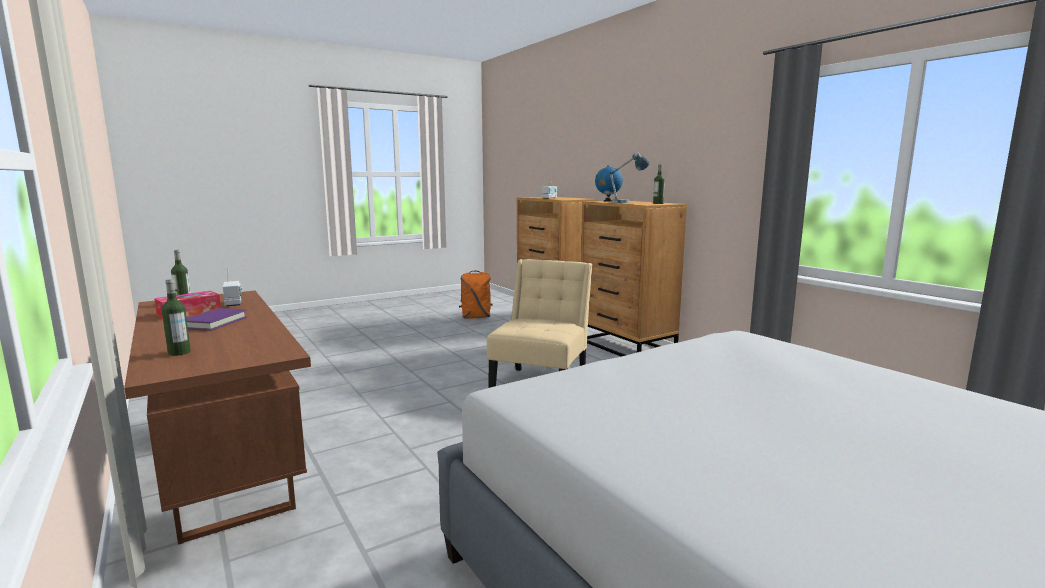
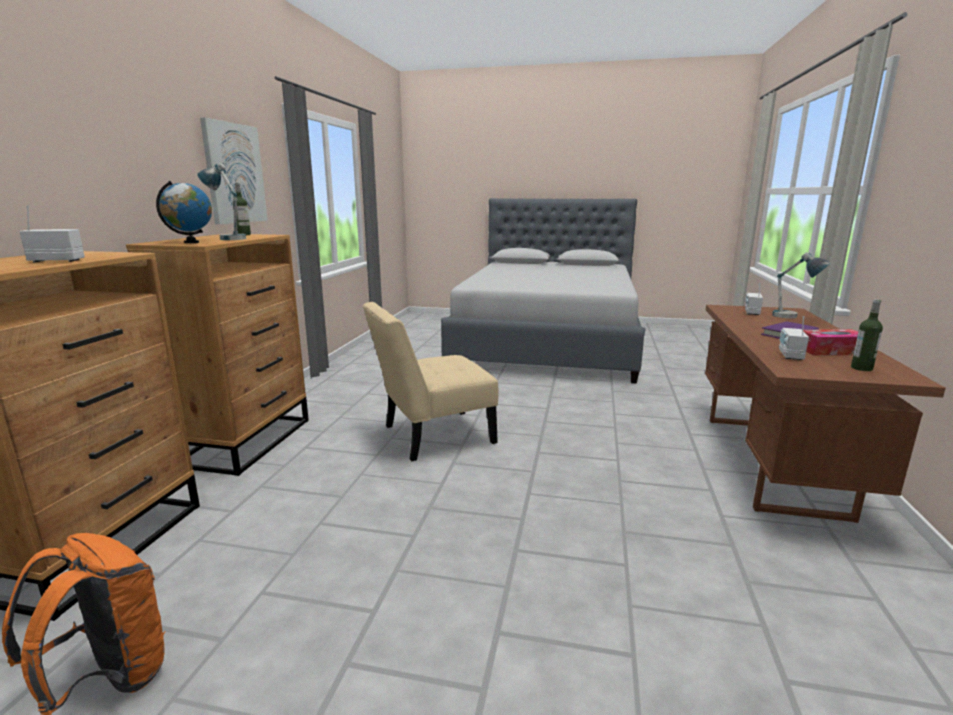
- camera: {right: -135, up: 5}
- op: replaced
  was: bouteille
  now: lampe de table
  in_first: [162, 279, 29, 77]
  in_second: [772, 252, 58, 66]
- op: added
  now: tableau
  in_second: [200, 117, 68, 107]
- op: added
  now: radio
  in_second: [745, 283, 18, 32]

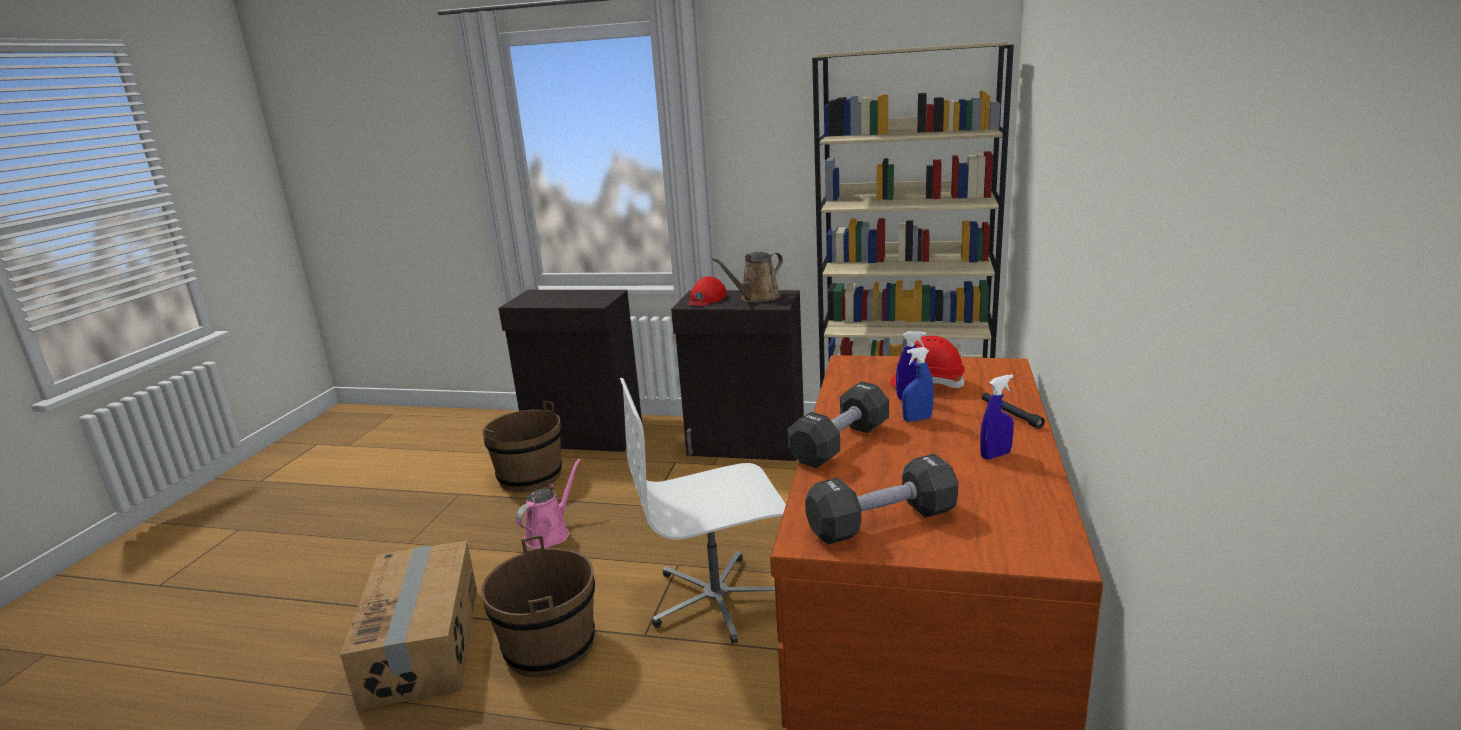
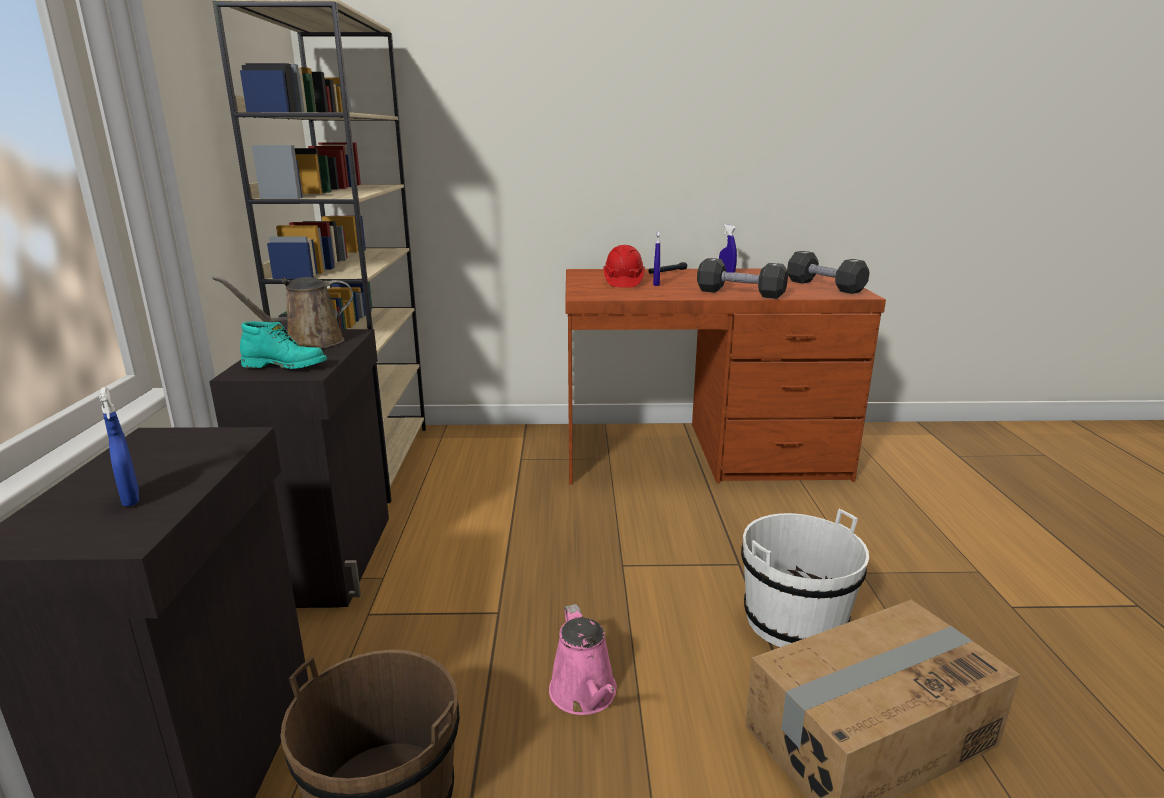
- camera: {right: -105, up: 0}
- op: recoloured
  was: seau (marron)
  now: seau (blanc)
  in_first: [481, 535, 114, 143]
  in_second: [741, 509, 128, 138]
- op: turned
  was: arrosoir (rose)
  in_first: [516, 459, 65, 90]
  in_second: [549, 604, 68, 111]
  clockwise: -120
- op: removed
  was: chaise de bureau (blanc)
  in_first: [620, 378, 166, 266]
- op: replaced
  was: casquette (rouge)
  now: botte (turquoise)
  in_first: [687, 276, 39, 30]
  in_second: [240, 322, 87, 47]
- op: turned
  was: arrosoir (marron)
  in_first: [712, 252, 71, 51]
  in_second: [212, 276, 141, 72]
  clockwise: 120
- op: moved
  was: vaporisateur (bleu)
  in_first: [902, 347, 32, 75]
  in_second: [99, 387, 40, 120]

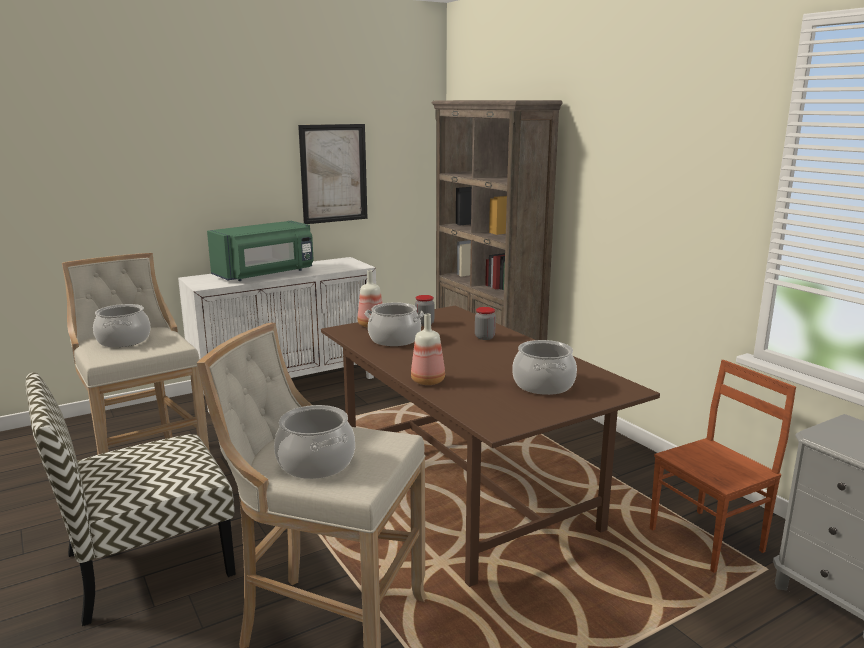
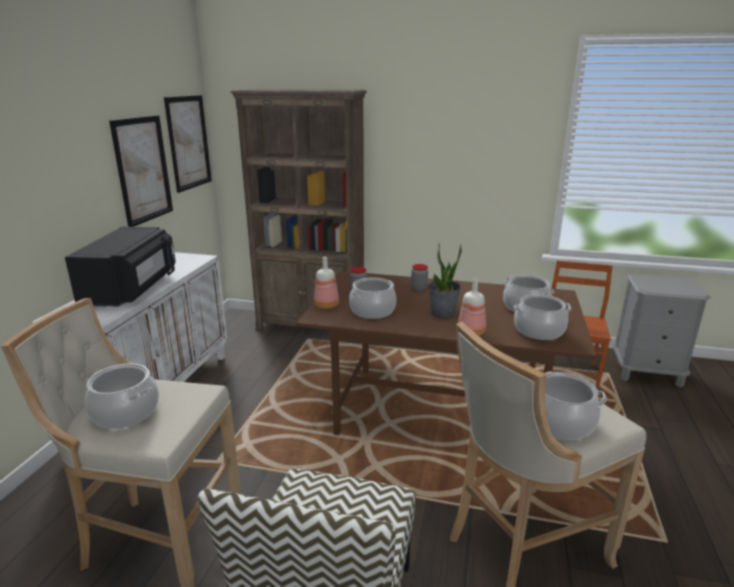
- camera: {right: -45, up: 5}
- op: recoloured
  was: micro-ondes (vert)
  now: micro-ondes (noir)
  in_first: [207, 221, 107, 60]
  in_second: [65, 227, 111, 80]
- op: added
  now: tableau
  in_second: [164, 95, 48, 98]
- op: added
  now: plante en pot
  in_second: [428, 244, 34, 74]
- op: added
  now: marmite
  in_second: [513, 294, 58, 46]

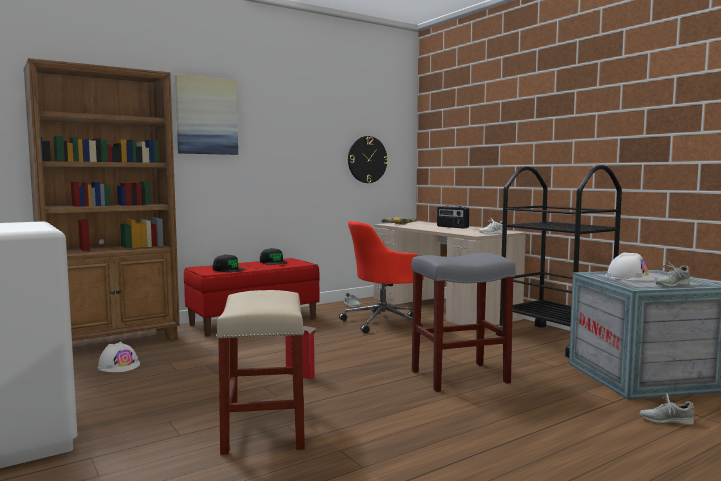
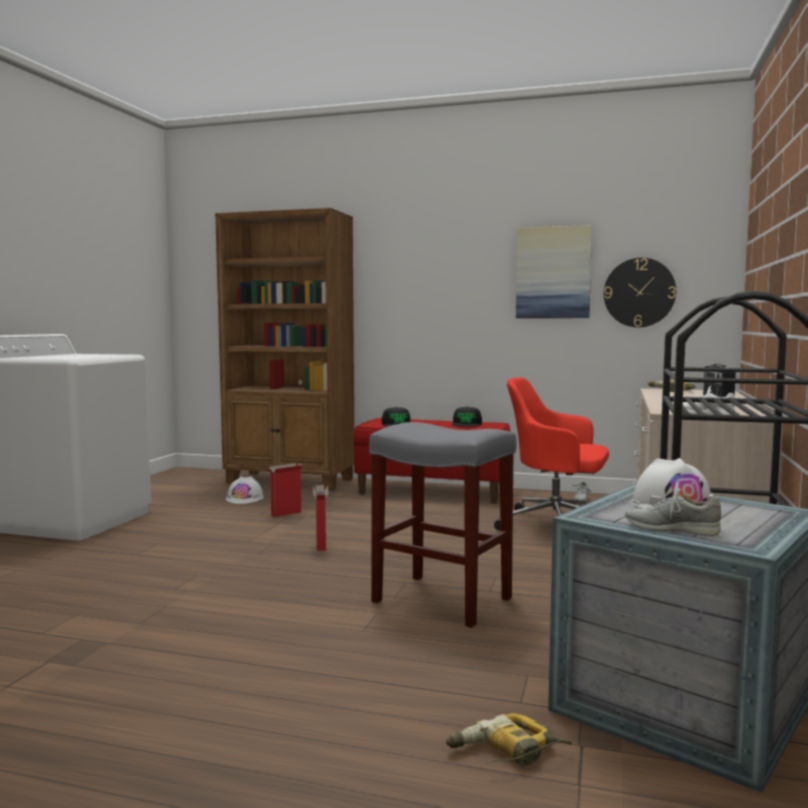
- camera: {right: 50, up: 0}
- op: moved
  was: tableau
  in_first: [175, 74, 63, 81]
  in_second: [516, 225, 76, 93]
- op: removed
  was: tabouret (beige)
  in_first: [216, 290, 89, 165]
- op: replaced
  was: chaussure (gris)
  now: perceuse
  in_first: [639, 394, 56, 31]
  in_second: [446, 713, 126, 54]
- op: added
  now: carton
  in_second: [267, 463, 36, 54]

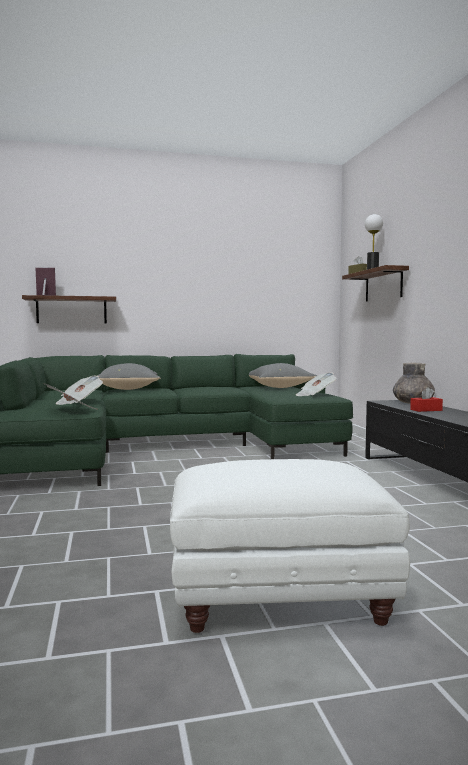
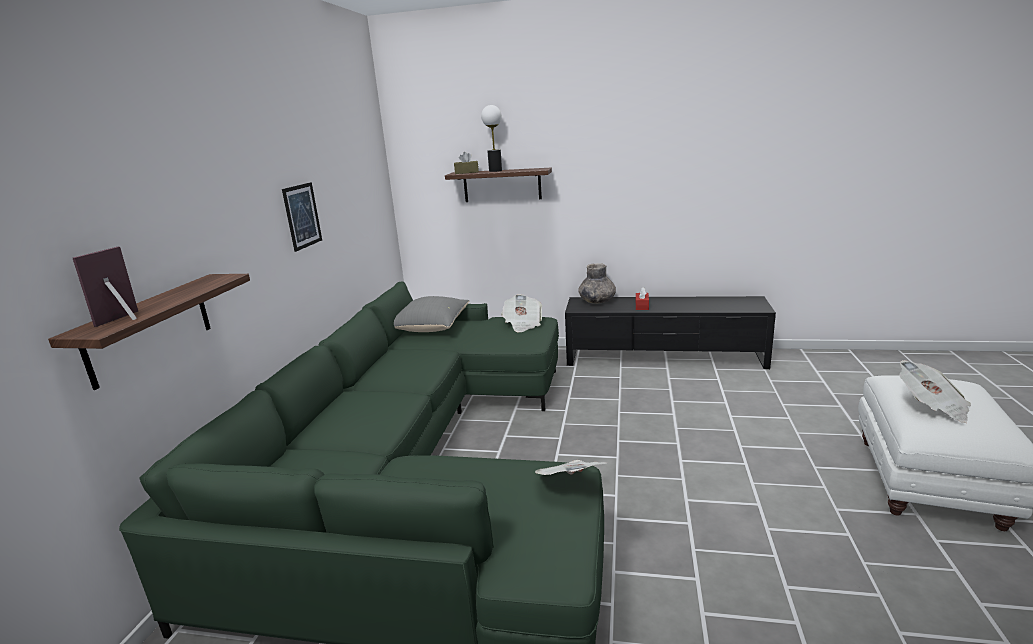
- camera: {right: -65, up: 15}
- op: moved
  was: journal
  in_first: [56, 376, 47, 29]
  in_second: [899, 360, 72, 63]
- op: removed
  was: coussin (gris)
  in_first: [97, 363, 64, 27]
- op: added
  now: tableau
  in_second: [282, 182, 40, 70]

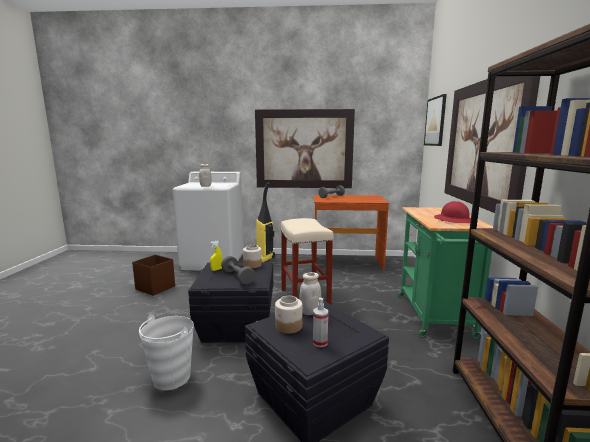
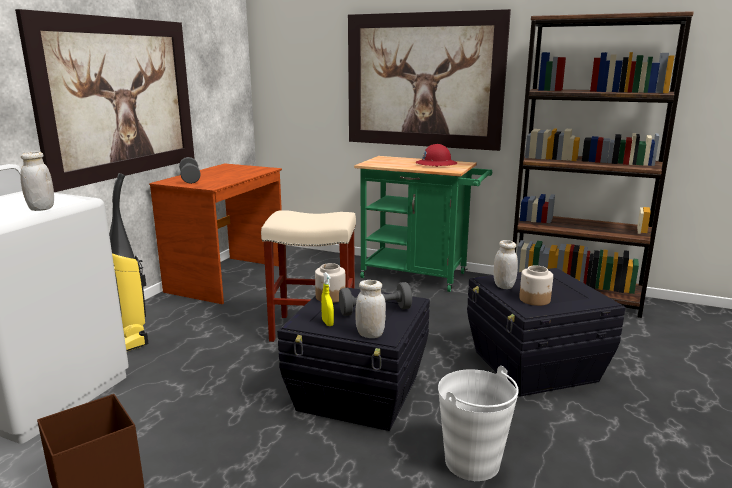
- camera: {right: -70, up: 5}
- op: removed
  was: vaporisateur
  in_first: [313, 298, 15, 49]
- op: removed
  was: tableau
  in_first: [424, 94, 23, 52]
- op: added
  now: bocal (blanc)
  in_second: [355, 280, 31, 58]

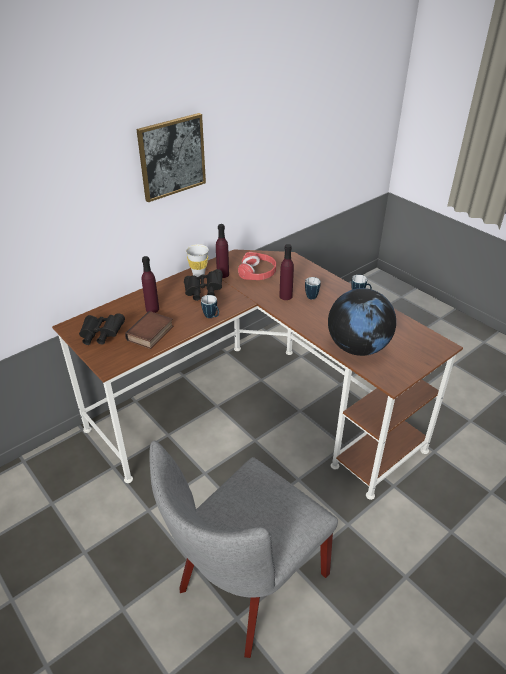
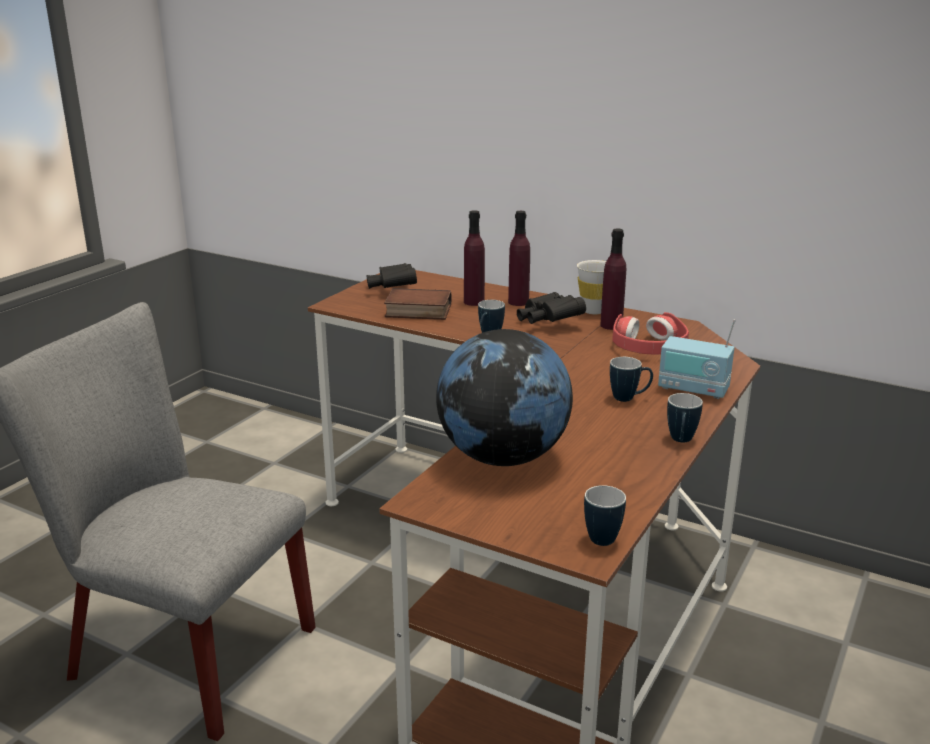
- camera: {right: 70, up: -15}
- op: removed
  was: tableau
  in_first: [136, 113, 70, 89]
- op: moved
  was: bouteille (violet)
  in_first: [279, 244, 15, 56]
  in_second: [508, 211, 22, 95]
- op: added
  now: mug
  in_second: [584, 485, 42, 61]
- op: added
  now: radio
  in_second: [658, 319, 78, 80]

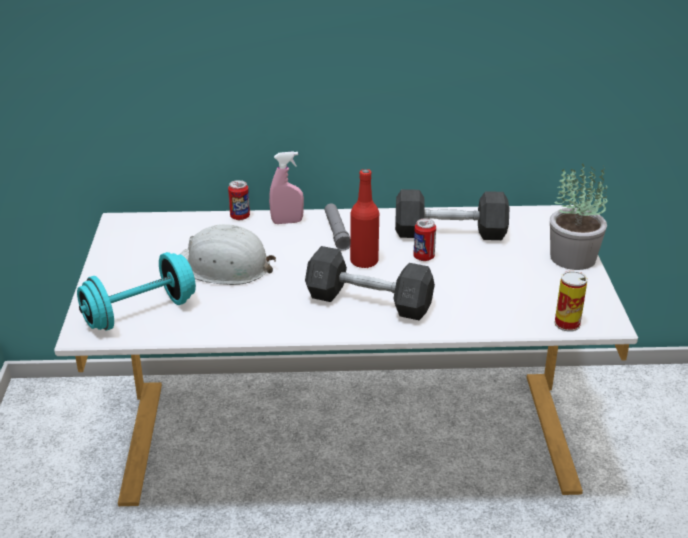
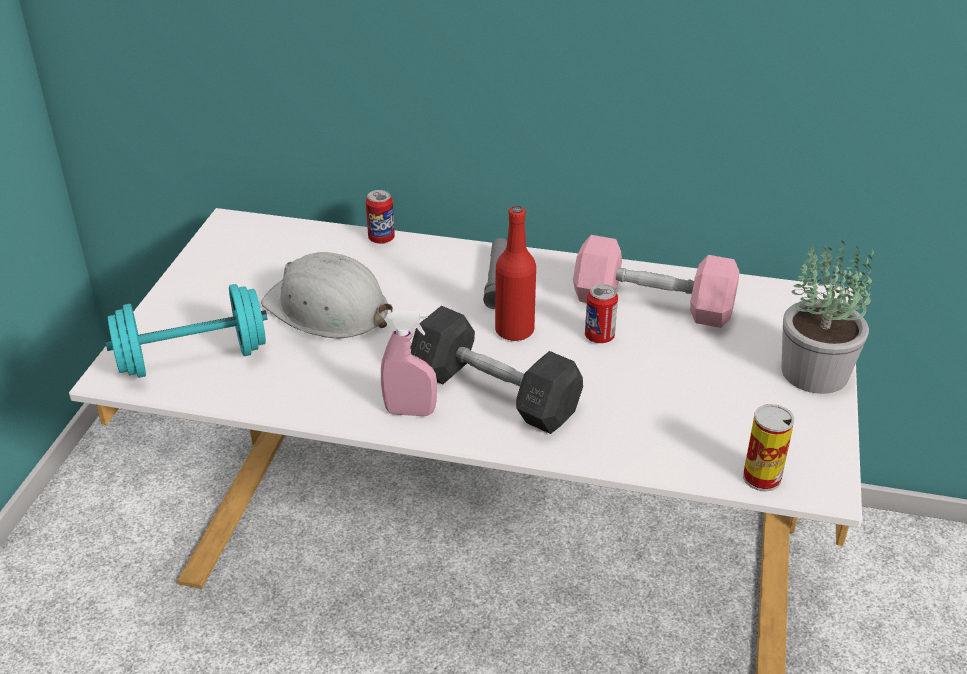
- camera: {right: 15, up: 5}
- op: moved
  was: vaporisateur (rose)
  in_first: [269, 151, 35, 73]
  in_second: [381, 310, 56, 106]
- op: recoloured
  was: haltère (gris)
  now: haltère (rose)
  in_first: [395, 189, 114, 51]
  in_second: [573, 235, 166, 93]

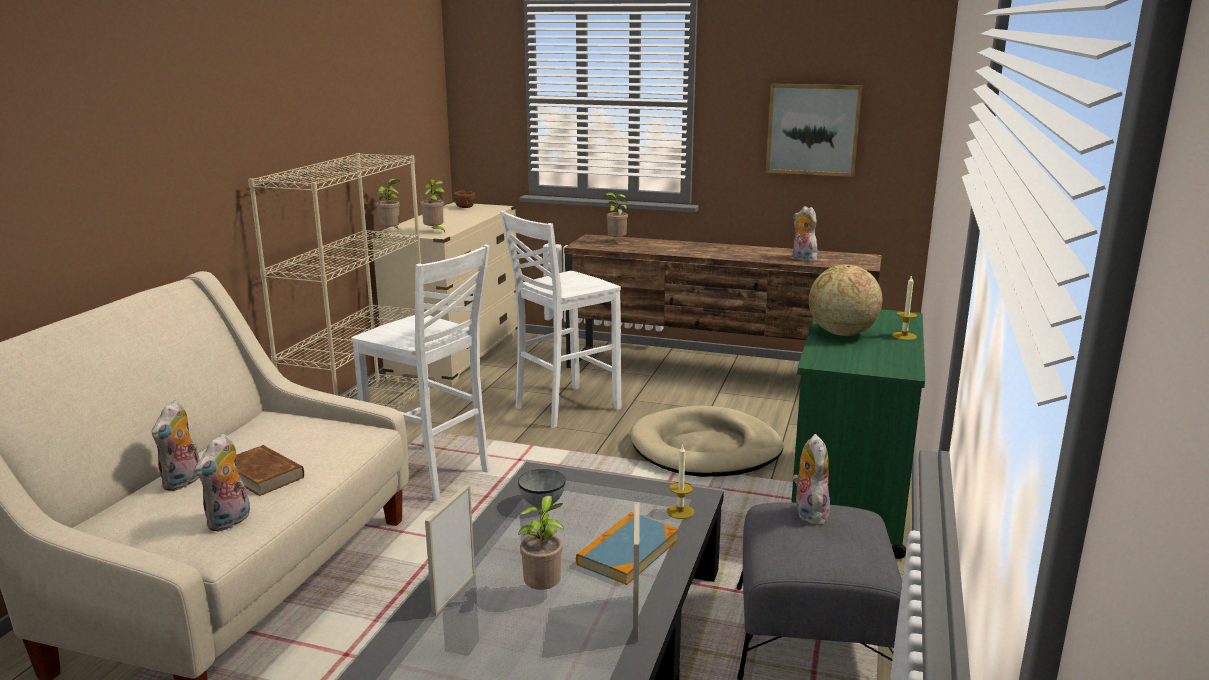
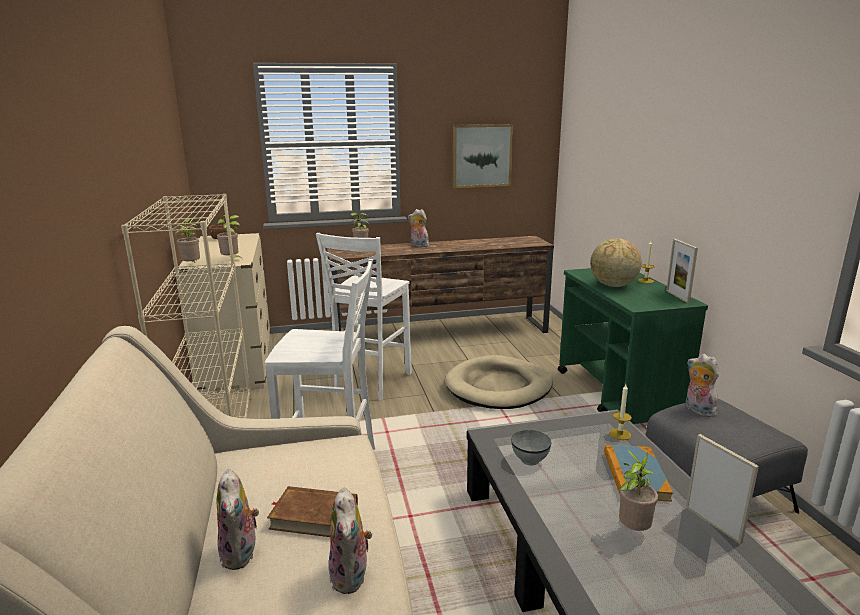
- camera: {right: -30, up: 0}
- op: moved
  was: cadre photo
  in_first: [425, 485, 50, 131]
  in_second: [666, 239, 32, 64]
- op: moved
  was: peluche
  in_first: [793, 206, 25, 56]
  in_second: [408, 209, 21, 38]

